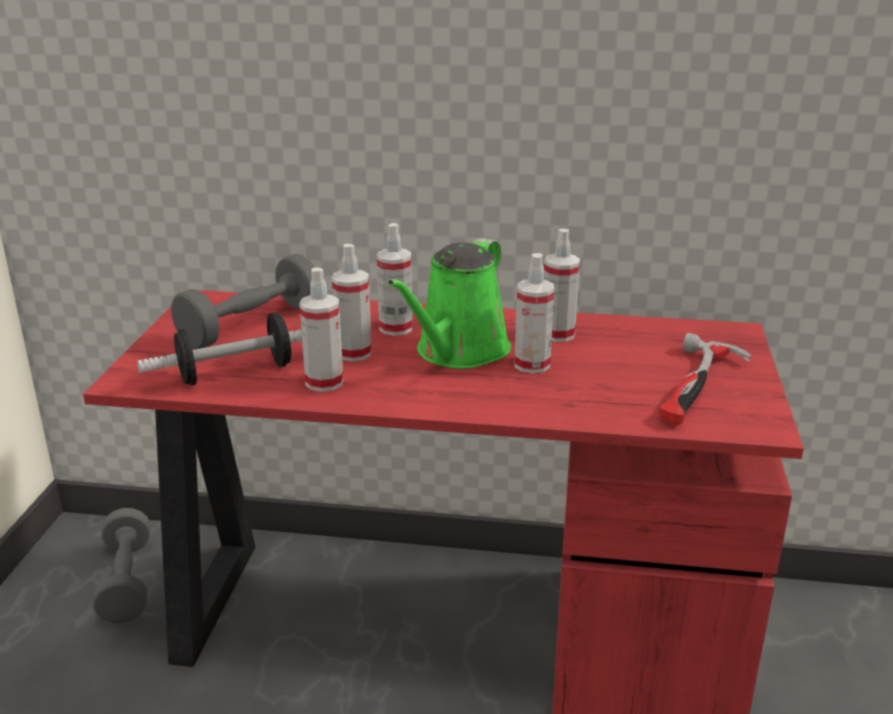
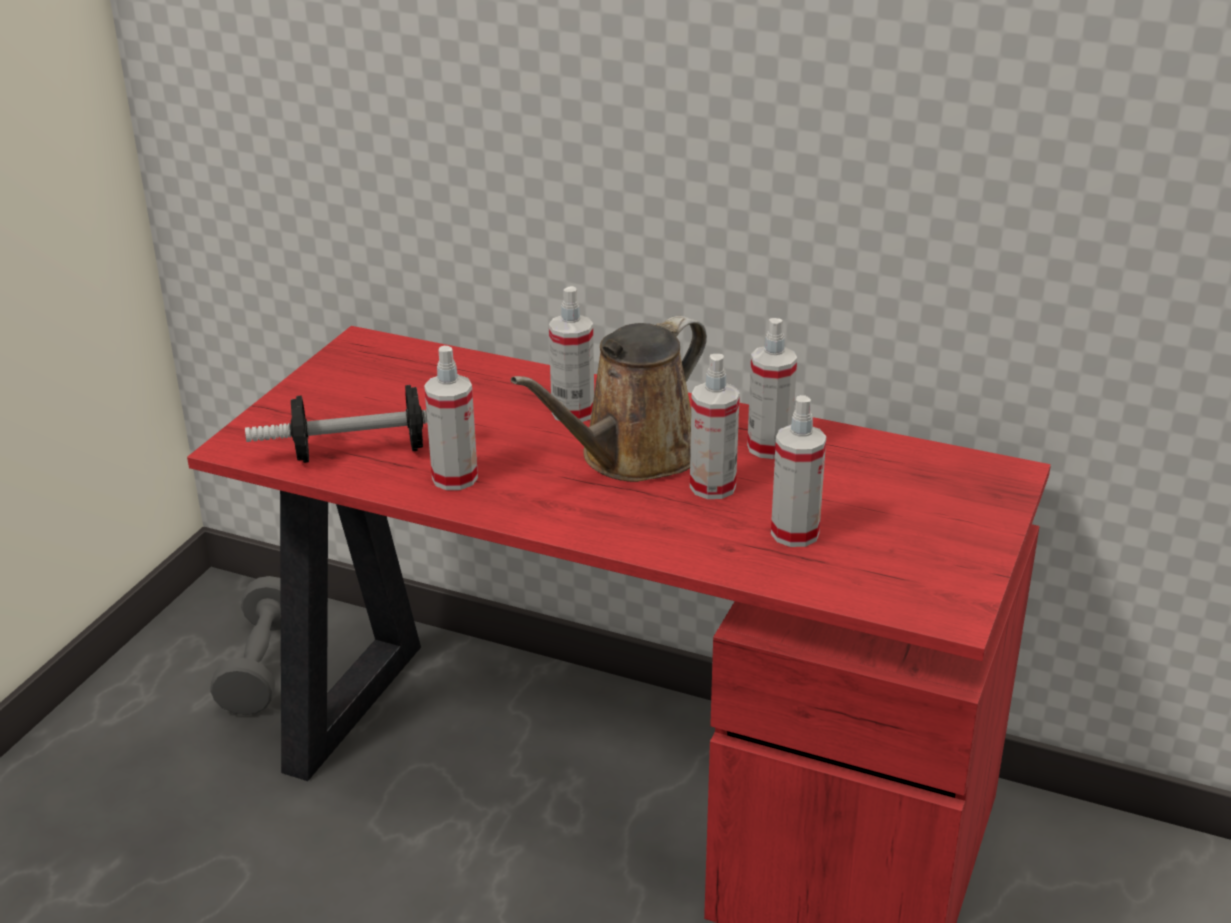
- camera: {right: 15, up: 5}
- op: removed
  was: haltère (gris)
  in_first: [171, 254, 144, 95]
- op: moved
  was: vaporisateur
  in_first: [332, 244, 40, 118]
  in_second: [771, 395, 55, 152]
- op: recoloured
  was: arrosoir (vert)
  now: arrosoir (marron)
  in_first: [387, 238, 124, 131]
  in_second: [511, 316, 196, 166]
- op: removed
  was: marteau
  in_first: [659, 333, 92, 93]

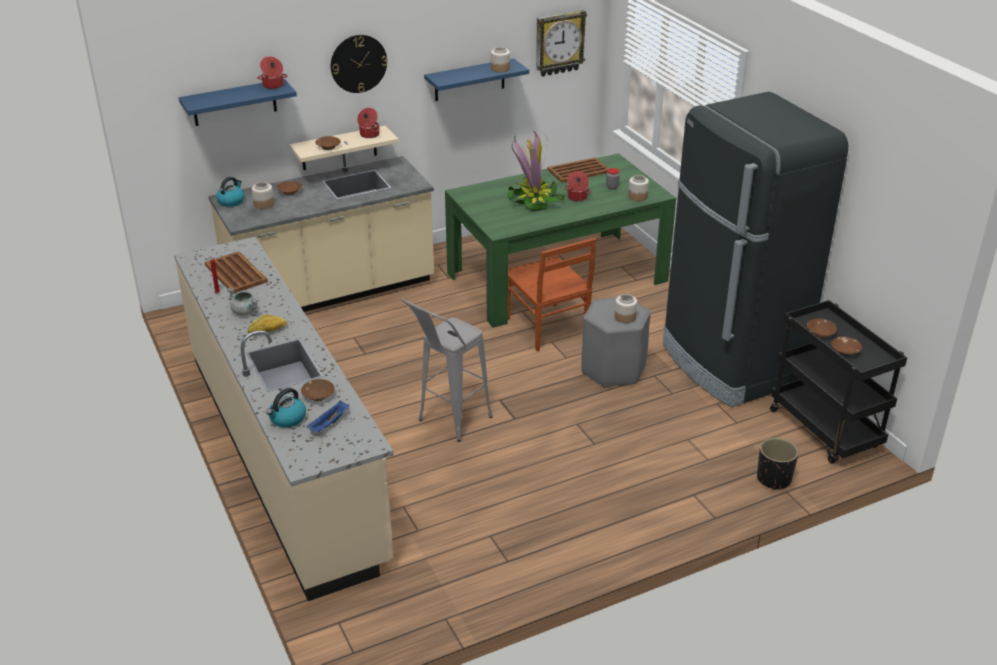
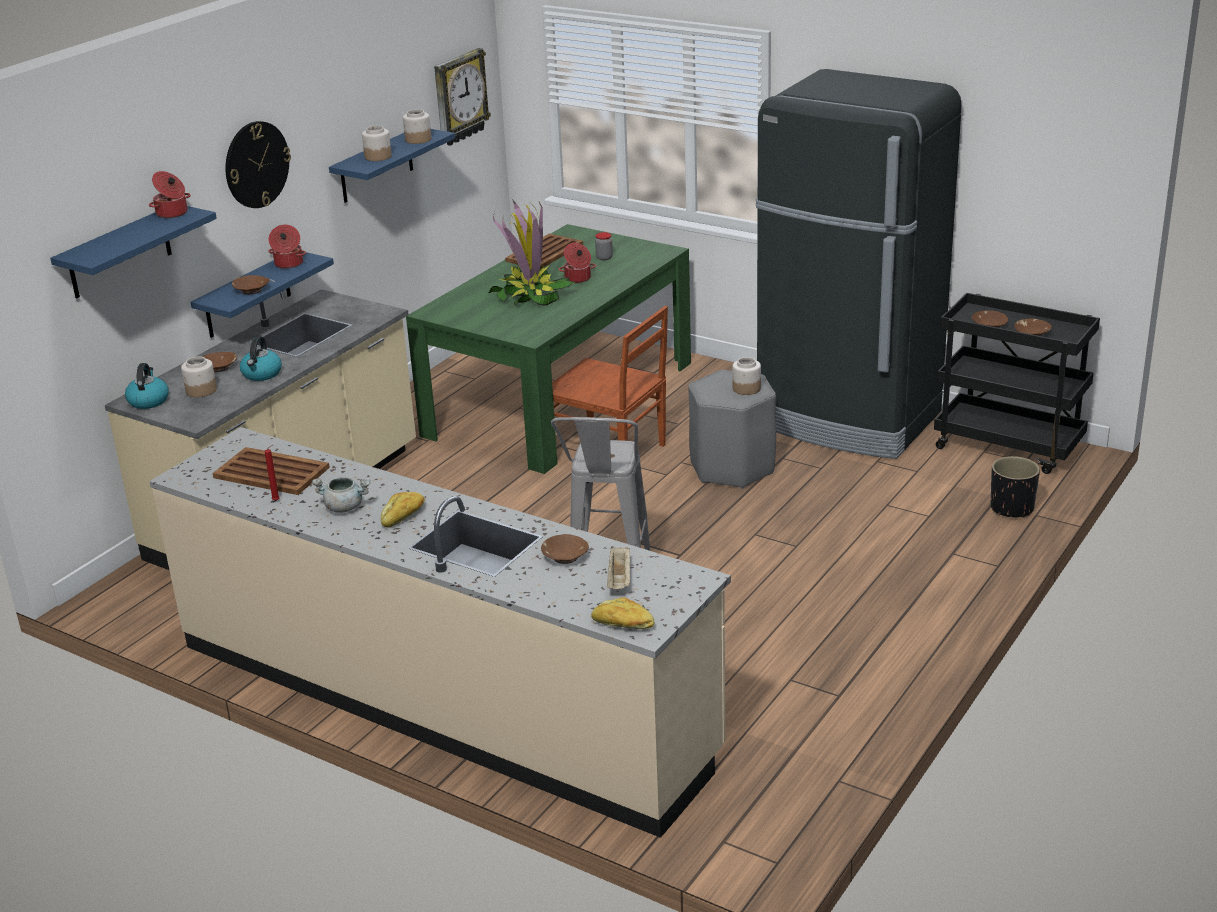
- camera: {right: -30, up: -5}
- op: moved
  was: bouilloire
  in_first: [266, 388, 40, 40]
  in_second: [240, 336, 42, 45]
- op: recoloured
  was: étagère (beige)
  now: étagère (bleu)
  in_first: [289, 126, 110, 44]
  in_second: [191, 252, 143, 86]
- op: recoloured
  was: plateau (bleu)
  now: plateau (beige)
  in_first: [306, 400, 43, 32]
  in_second: [607, 546, 23, 43]
- op: moved
  was: bocal
  in_first: [628, 175, 21, 26]
  in_second: [362, 126, 30, 35]
- op: added
  now: pain
  in_second: [591, 597, 63, 32]

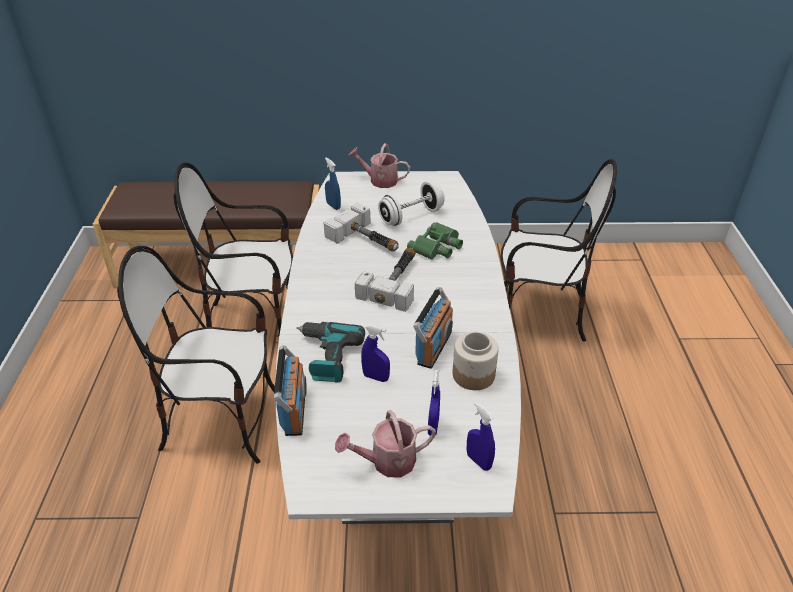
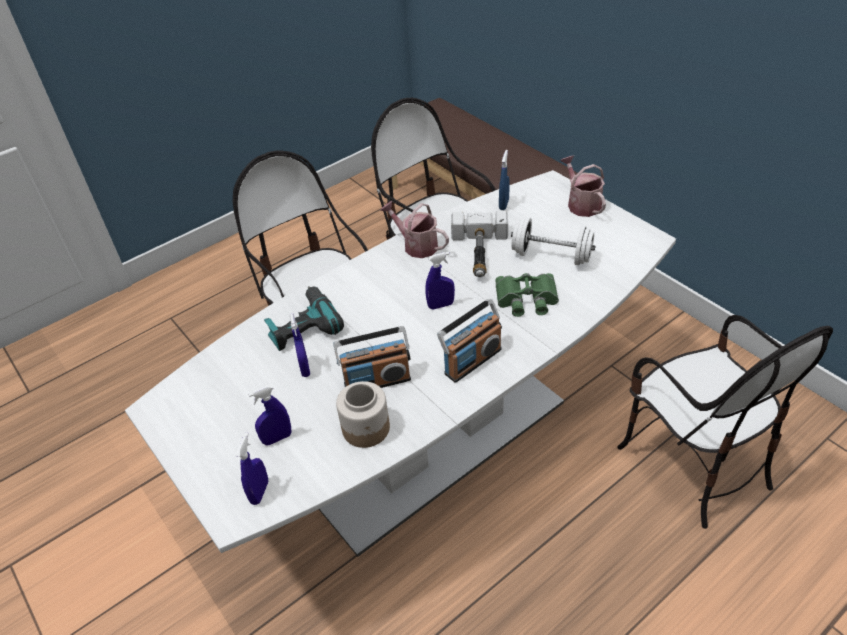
- camera: {right: 55, up: 5}
- op: moved
  was: radio
  in_first: [274, 345, 33, 91]
  in_second: [437, 299, 65, 84]
- op: moved
  was: arrosoir
  in_first: [335, 410, 101, 67]
  in_second: [380, 201, 69, 57]
- op: replaced
  was: marteau
  now: vaporisateur (bleu)
  in_first: [355, 248, 61, 64]
  in_second: [425, 252, 30, 57]

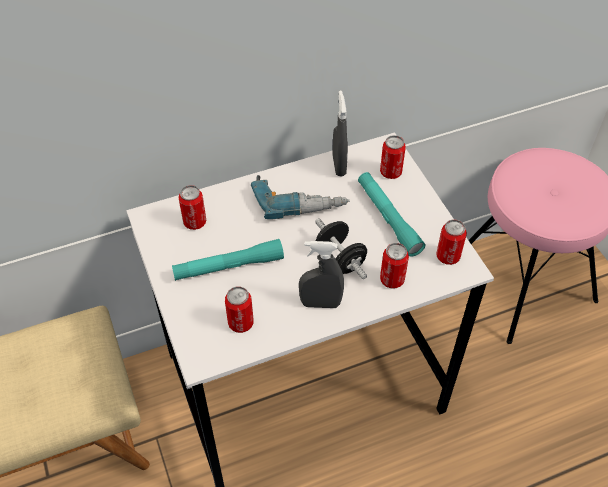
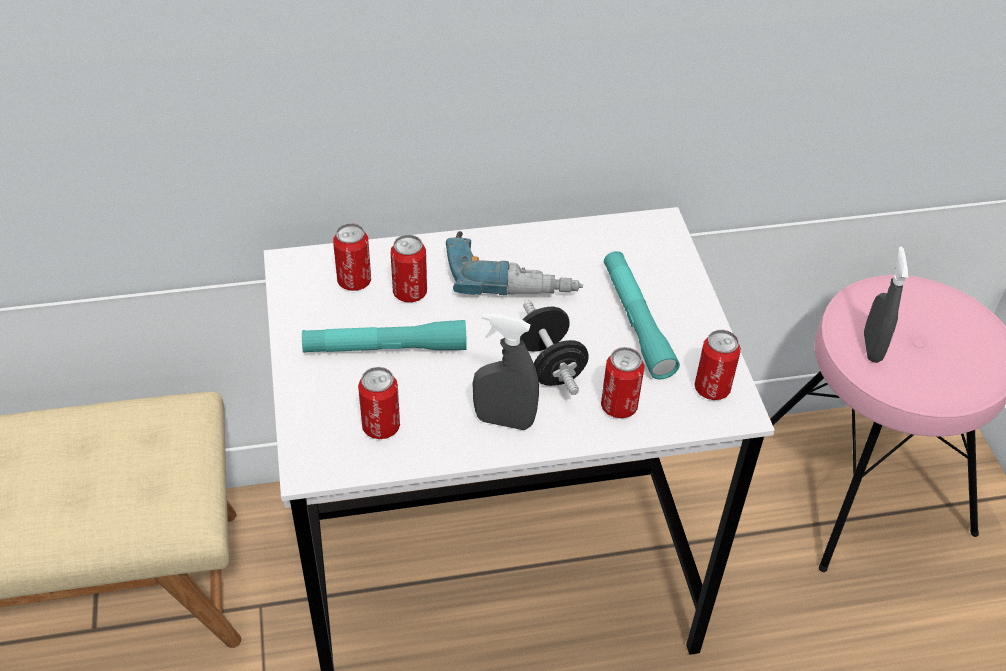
- camera: {right: 10, up: -5}
- op: moved
  was: vaporisateur (gris)
  in_first: [332, 91, 16, 85]
  in_second: [864, 247, 44, 116]
- op: moved
  was: boîte métallique
  in_first: [380, 135, 26, 44]
  in_second: [391, 235, 36, 67]

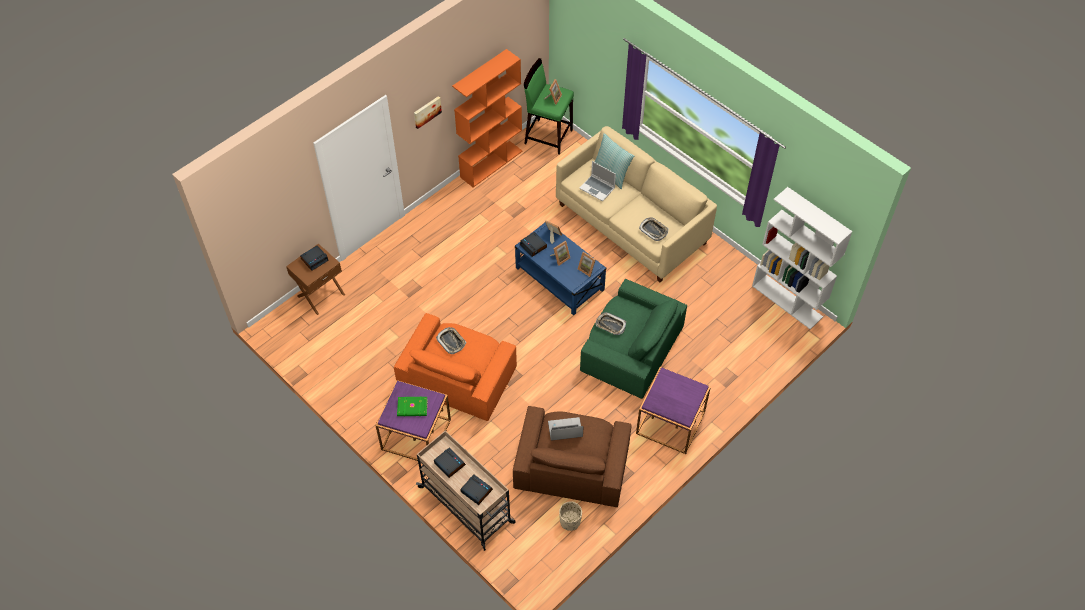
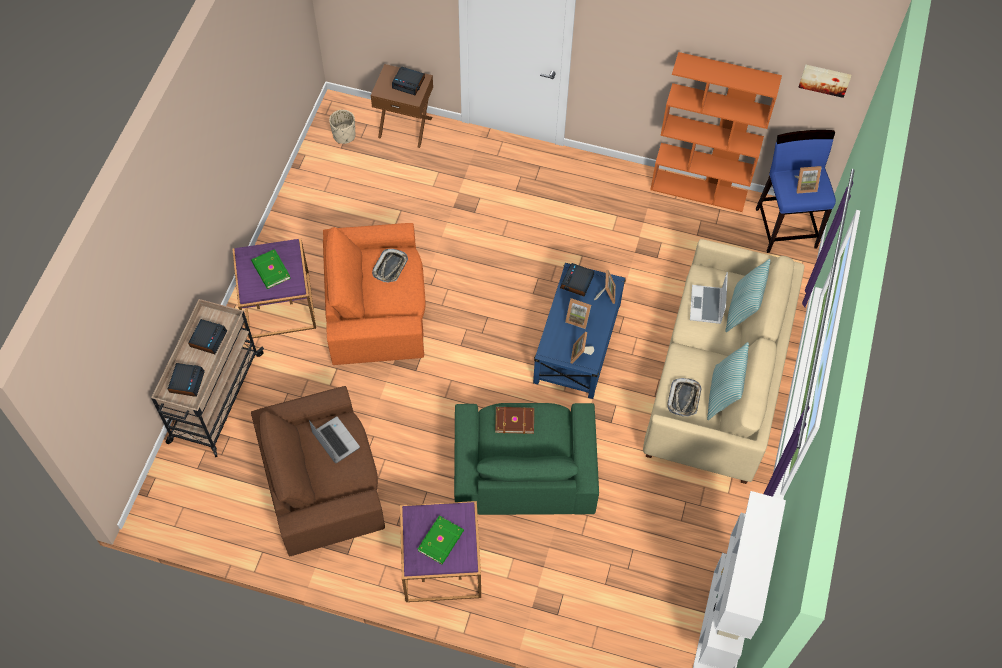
- camera: {right: 60, up: 5}
- op: moved
  was: tableau
  in_first: [414, 96, 28, 33]
  in_second: [798, 64, 53, 34]
- op: recoloured
  was: tabouret (vert)
  now: tabouret (bleu)
  in_first: [524, 58, 50, 97]
  in_second: [756, 130, 80, 123]
- op: moved
  was: cache-pot (beige)
  in_first: [559, 501, 23, 30]
  in_second: [329, 110, 26, 34]
- op: replaced
  was: plateau
  now: livre (marron)
  in_first: [596, 312, 30, 23]
  in_second: [495, 407, 39, 27]
- op: added
  now: livre (vert)
  in_second: [418, 516, 46, 48]
- op: added
  now: coussin
  in_second: [707, 342, 42, 78]

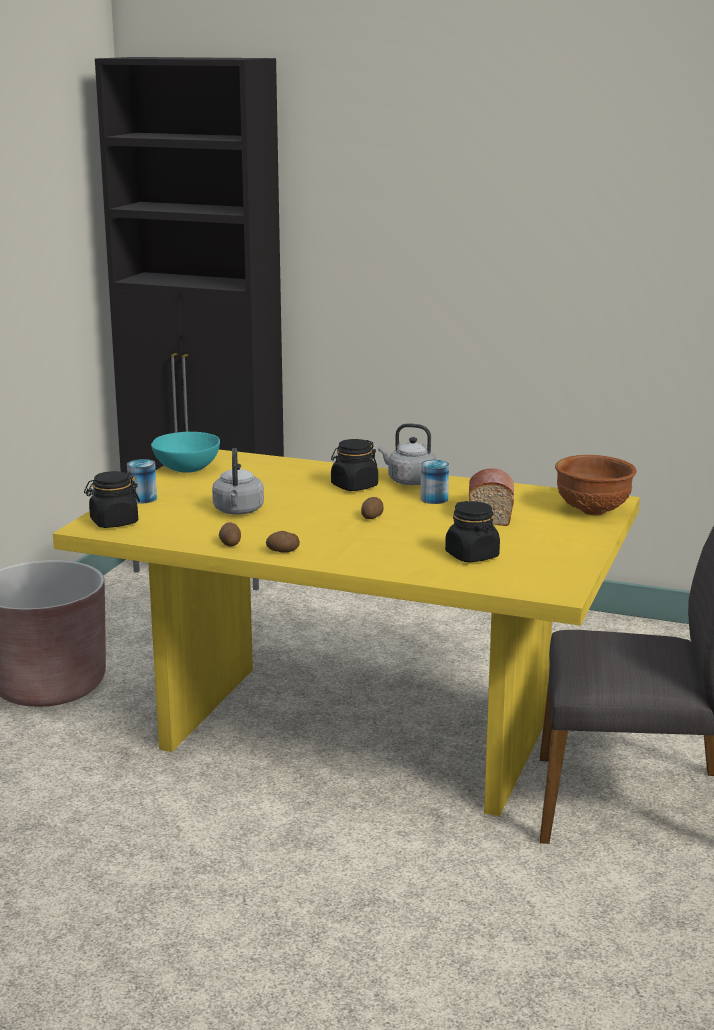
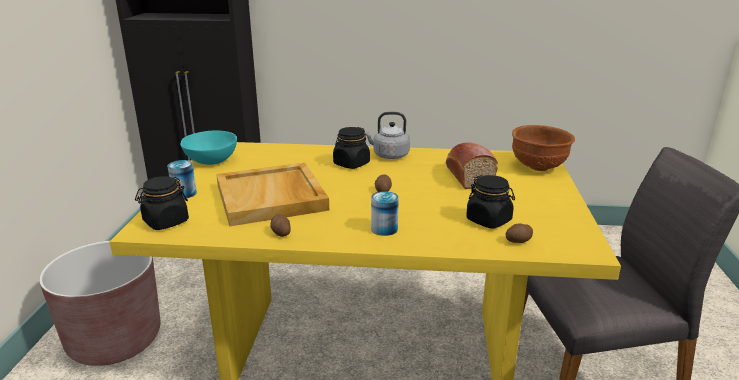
- camera: {right: -15, up: 5}
- op: replaced
  was: bouilloire (gris)
  now: plateau (beige)
  in_first: [212, 448, 52, 67]
  in_second: [216, 163, 113, 64]
- op: moved
  was: pomme de terre
  in_first: [266, 531, 34, 22]
  in_second: [506, 223, 27, 20]
- op: moved
  was: boîte métallique
  in_first: [421, 460, 28, 44]
  in_second: [371, 191, 28, 45]

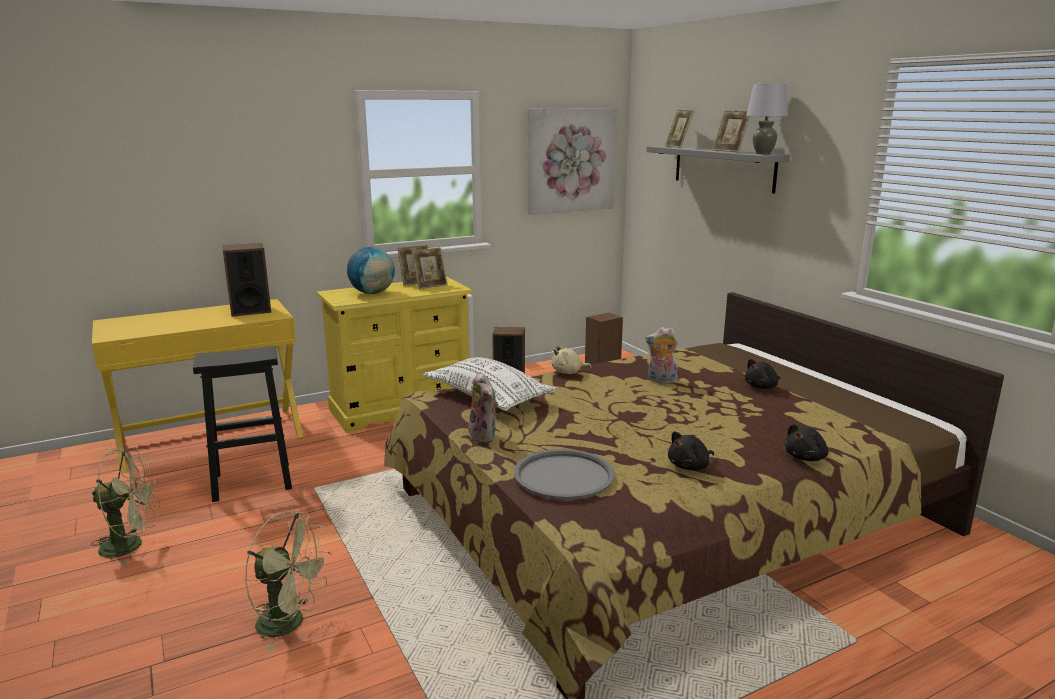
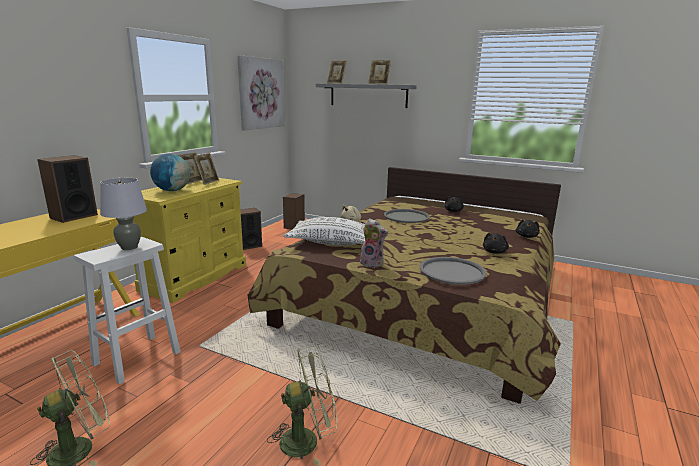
- camera: {right: -35, up: 0}
- op: recoloured
  was: tabouret (noir)
  now: tabouret (blanc)
  in_first: [193, 346, 99, 156]
  in_second: [74, 237, 107, 148]
- op: replaced
  was: peluche
  now: plateau (gris)
  in_first: [645, 327, 35, 57]
  in_second: [384, 209, 46, 14]
- op: moved
  was: lampe de table (gris)
  in_first: [746, 84, 42, 70]
  in_second: [100, 178, 47, 72]

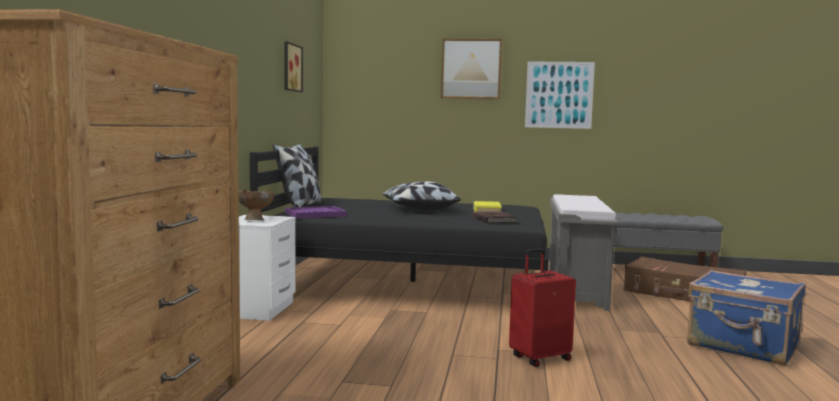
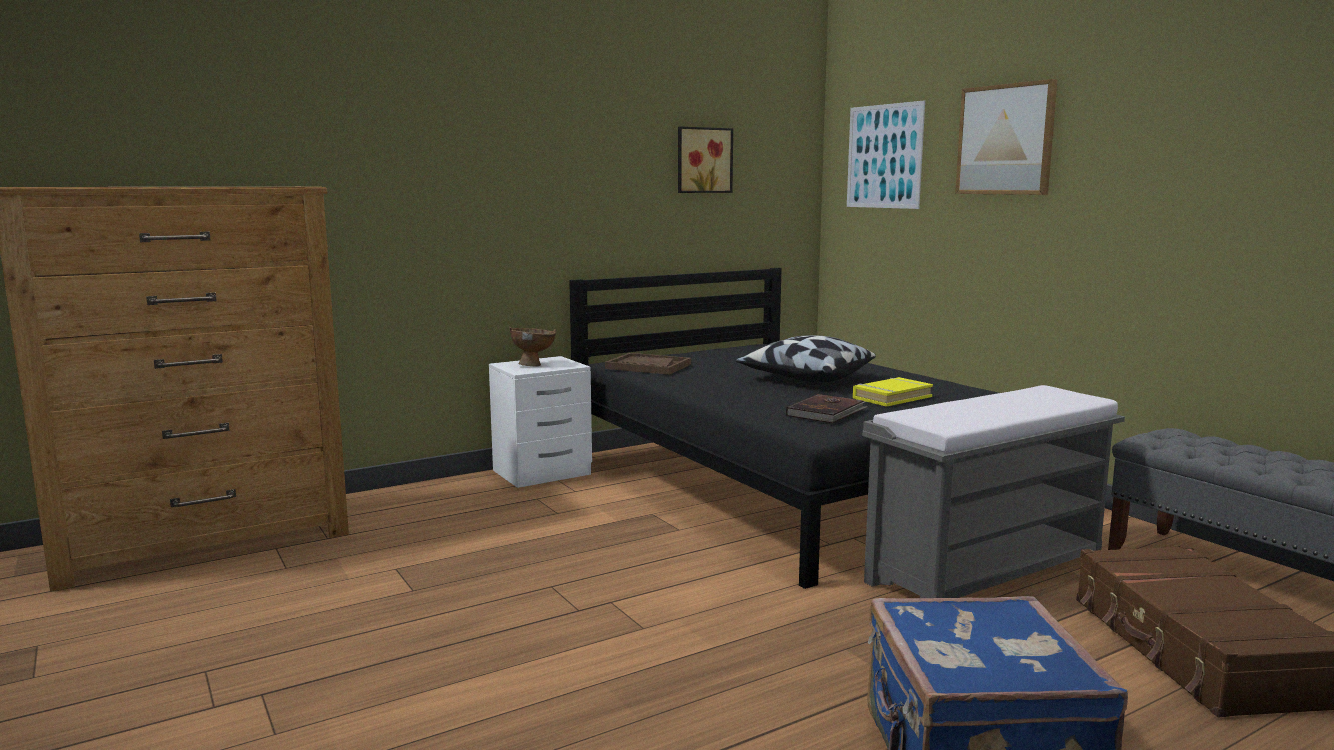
- camera: {right: 50, up: 5}
- op: removed
  was: coussin
  in_first: [273, 144, 48, 63]
- op: recoloured
  was: plateau (violet)
  now: plateau (marron)
  in_first: [285, 206, 62, 13]
  in_second: [605, 353, 86, 22]
- op: removed
  was: valise (rouge)
  in_first: [509, 248, 67, 119]
- op: moved
  was: tableau
  in_first: [525, 61, 70, 68]
  in_second: [847, 100, 78, 109]

